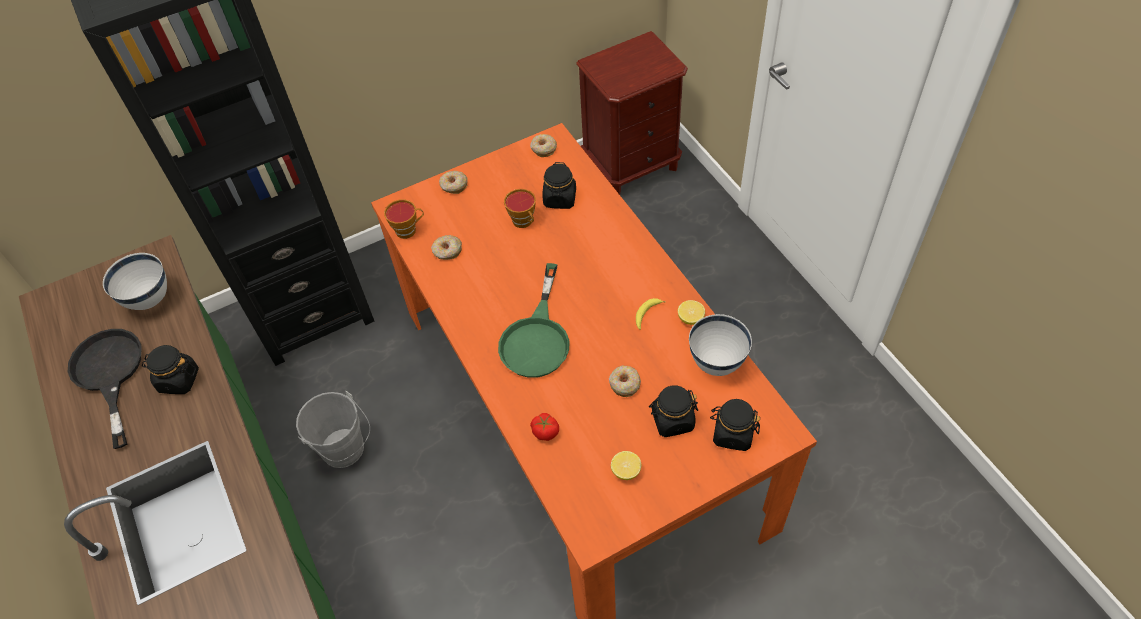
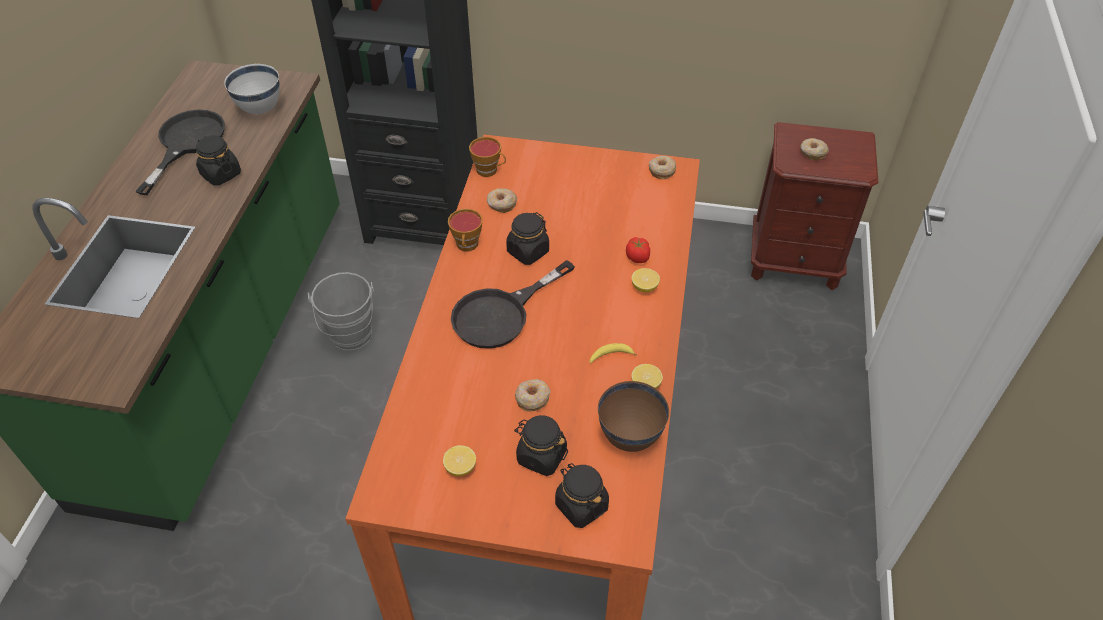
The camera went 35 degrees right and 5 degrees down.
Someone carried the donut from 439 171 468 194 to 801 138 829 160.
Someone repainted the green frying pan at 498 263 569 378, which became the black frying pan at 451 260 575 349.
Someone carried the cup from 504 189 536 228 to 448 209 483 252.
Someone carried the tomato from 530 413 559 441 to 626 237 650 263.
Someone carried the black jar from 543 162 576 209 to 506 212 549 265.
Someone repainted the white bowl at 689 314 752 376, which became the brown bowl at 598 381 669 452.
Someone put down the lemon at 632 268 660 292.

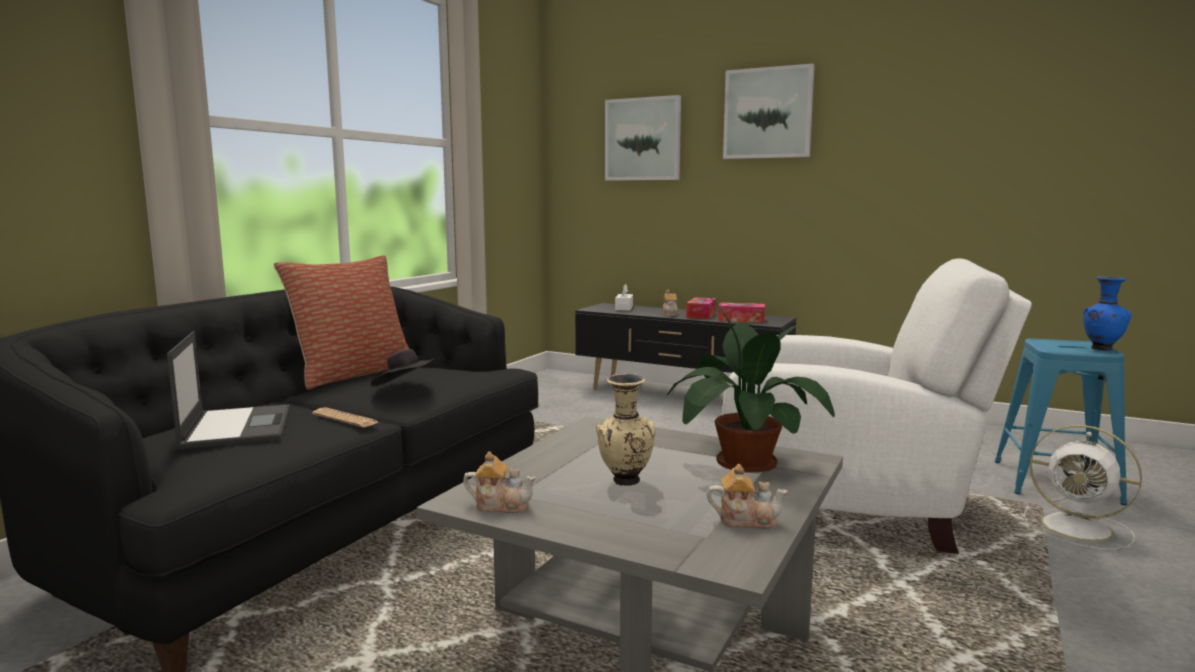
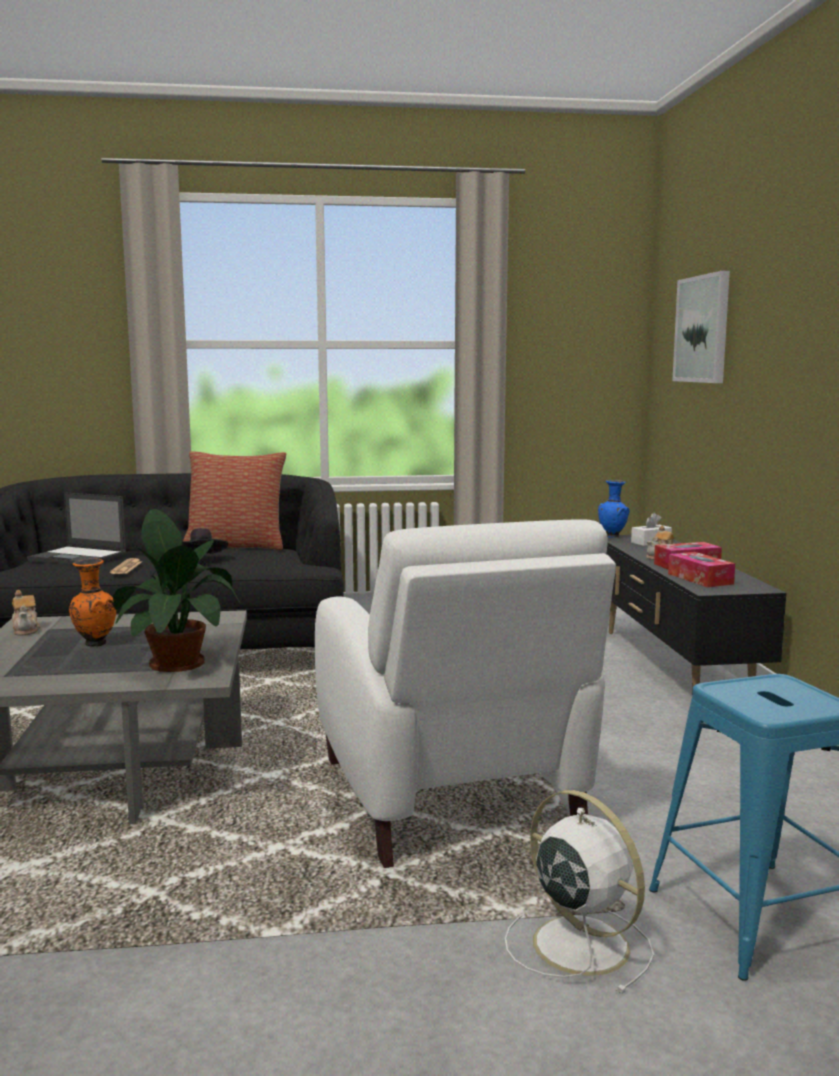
The camera went 55 degrees right and 0 degrees up.
Someone rotated the laptop at 167 331 290 450 by 75 degrees clockwise.
Someone repainted the beige vase at 596 374 655 486, which became the orange vase at 69 559 116 647.
Someone took away the teapot at 707 464 788 529.
Someone took away the picture at 723 63 815 159.
Someone rotated the white fan at 1024 425 1142 550 by 135 degrees clockwise.
Someone carried the blue vase from 1083 276 1132 351 to 598 480 630 538.

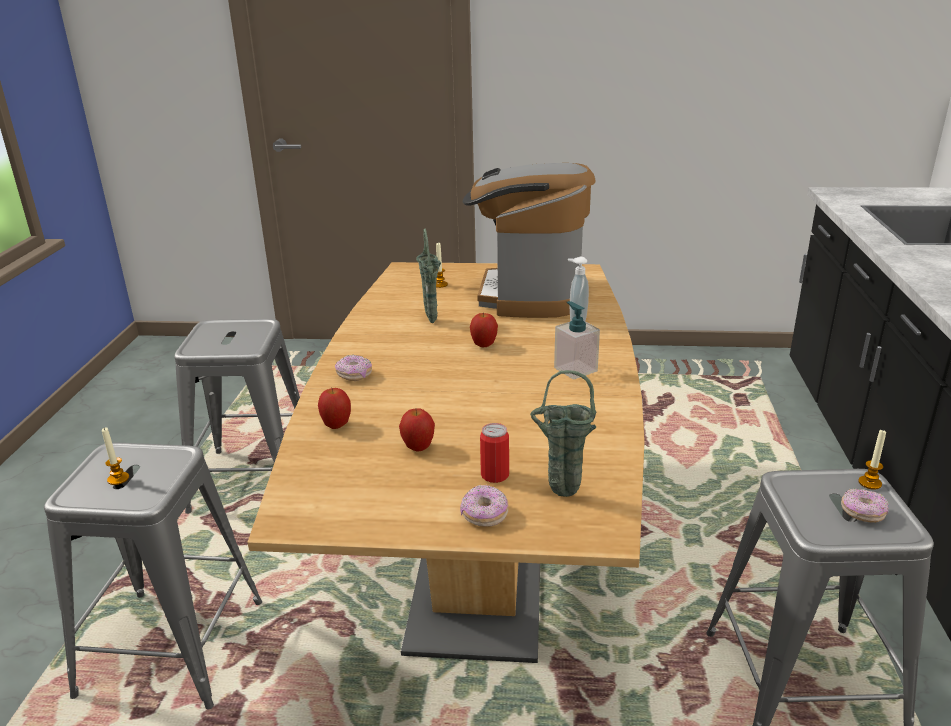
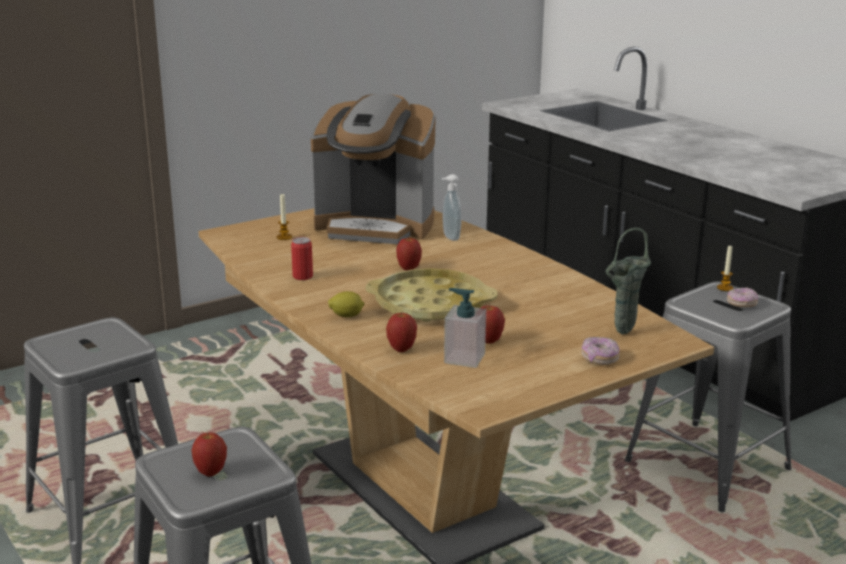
The camera went 40 degrees left and 5 degrees down.
Someone swapped the candle at 102 427 129 485 for the apple at 191 432 227 477.
Someone swapped the donut at 335 355 372 381 for the lemon at 328 291 364 318.
Someone took away the green vase at 416 229 441 323.
Someone rotated the coffee machine at 463 163 596 318 by 45 degrees counterclockwise.
Someone carried the can from 480 423 509 483 to 291 237 313 280.
Someone carried the soap dispenser from 554 301 600 380 to 444 288 486 368.
Someone put down the yellow tray at 366 268 498 322.

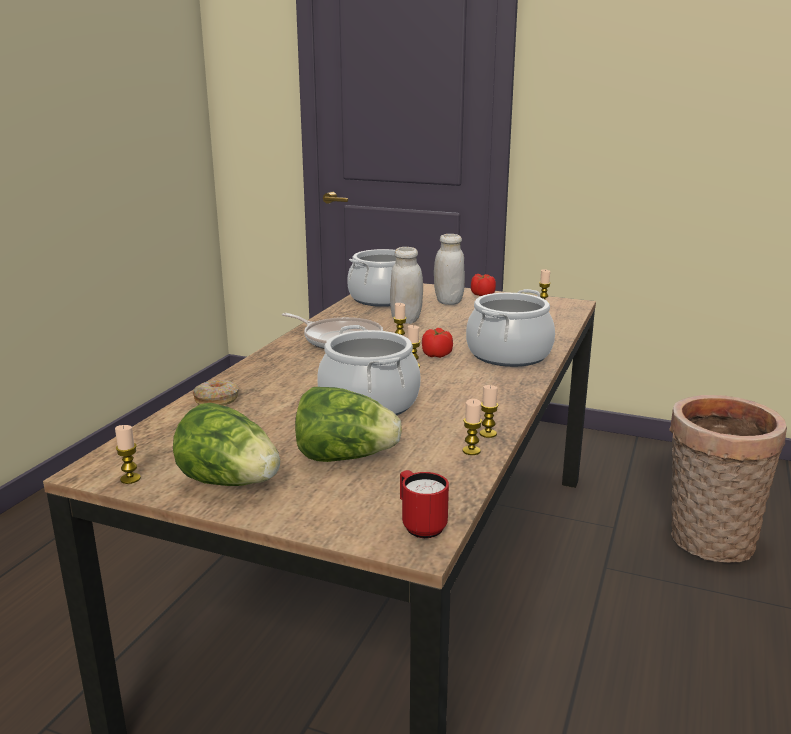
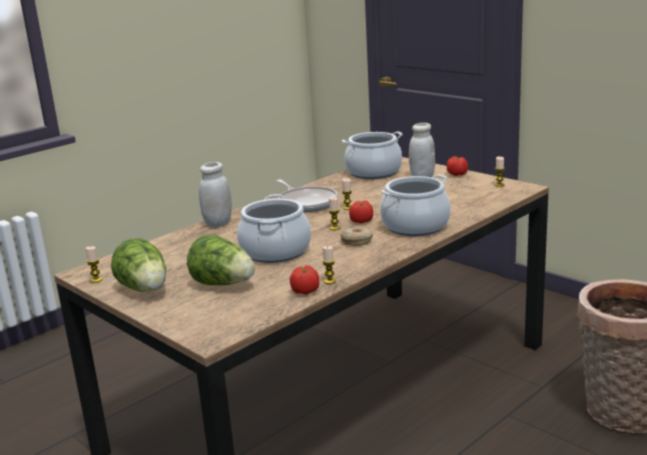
The camera went 25 degrees right and 0 degrees up.
Someone carried the donut from 193 380 239 406 to 340 227 373 246.
Someone carried the white jar from 390 247 423 324 to 199 162 232 228.
Someone took away the red mug at 400 470 449 538.
Someone swapped the candle at 462 399 482 455 for the tomato at 290 265 319 295.

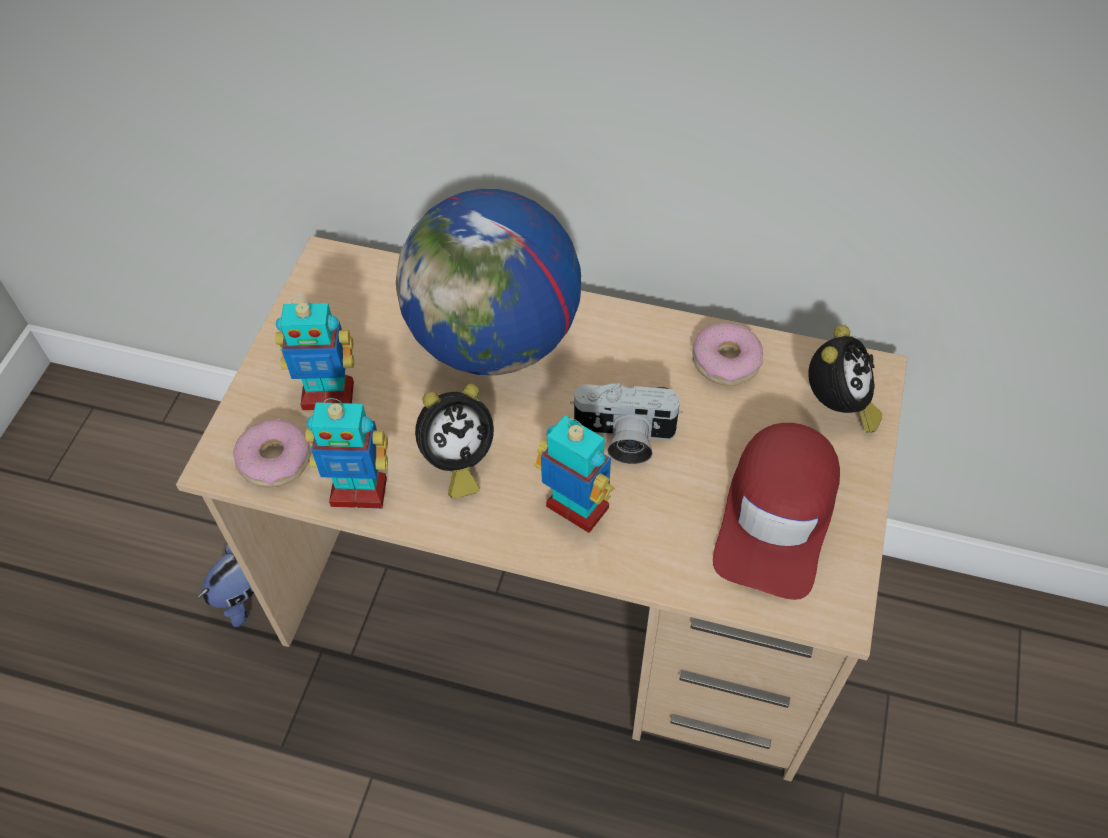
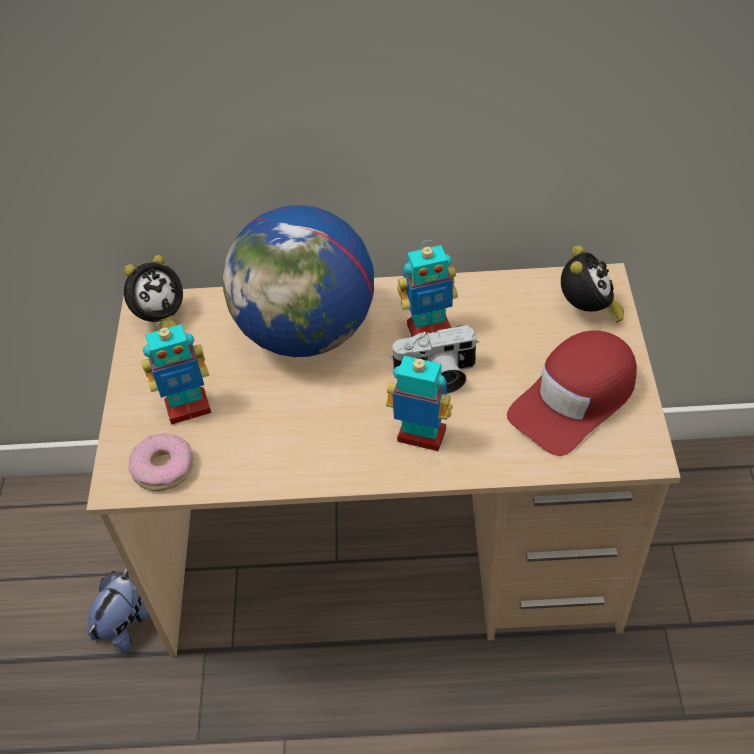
The camera went 15 degrees left and 5 degrees down.
Someone carried the toy robot from 305 398 388 508 to 397 240 458 337.
Someone carried the alarm clock from 415 384 494 499 to 124 255 183 329.
Someone took away the donut at 692 322 763 386.
Someone rotated the red cap at 713 423 840 600 by 45 degrees clockwise.

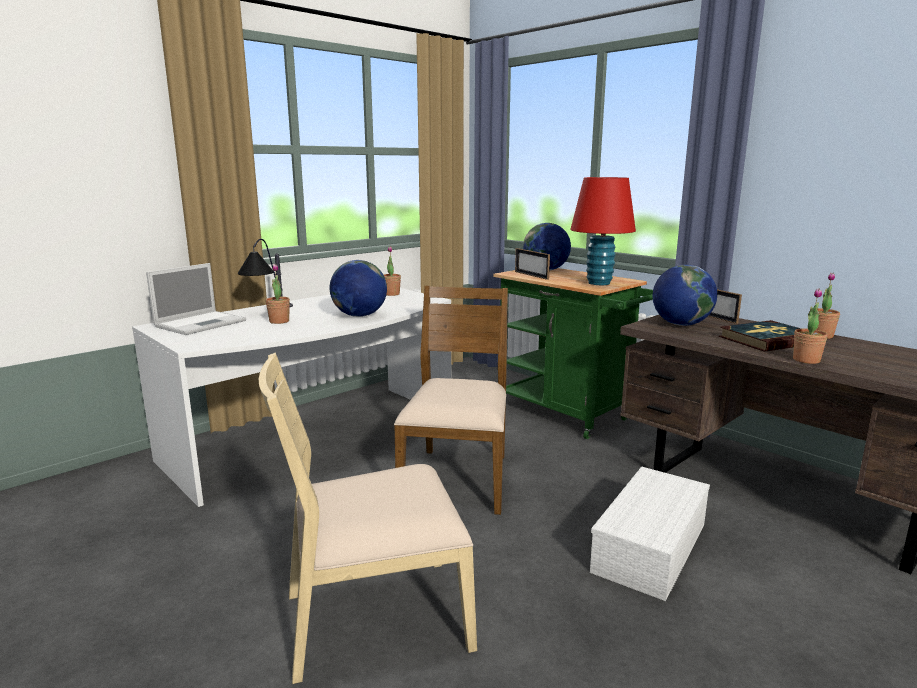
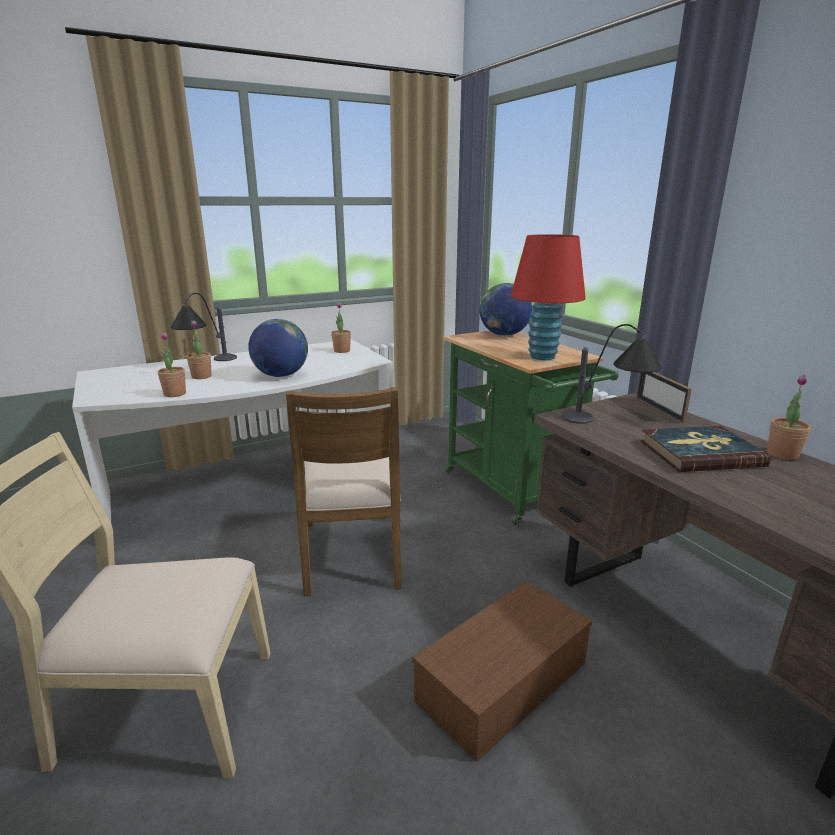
The camera went 15 degrees right and 5 degrees up.
Someone took away the laptop at 146 263 246 335.
Someone rotated the brown chair at 394 286 508 515 by 150 degrees clockwise.
Someone took away the picture frame at 515 248 550 280.
Someone repainted the white storage box at 590 466 710 601, which became the brown storage box at 412 581 592 762.
Someone swapped the globe at 653 265 717 326 for the table lamp at 562 324 662 424.
Someone carried the potted plant from 793 288 828 364 to 158 333 186 397.

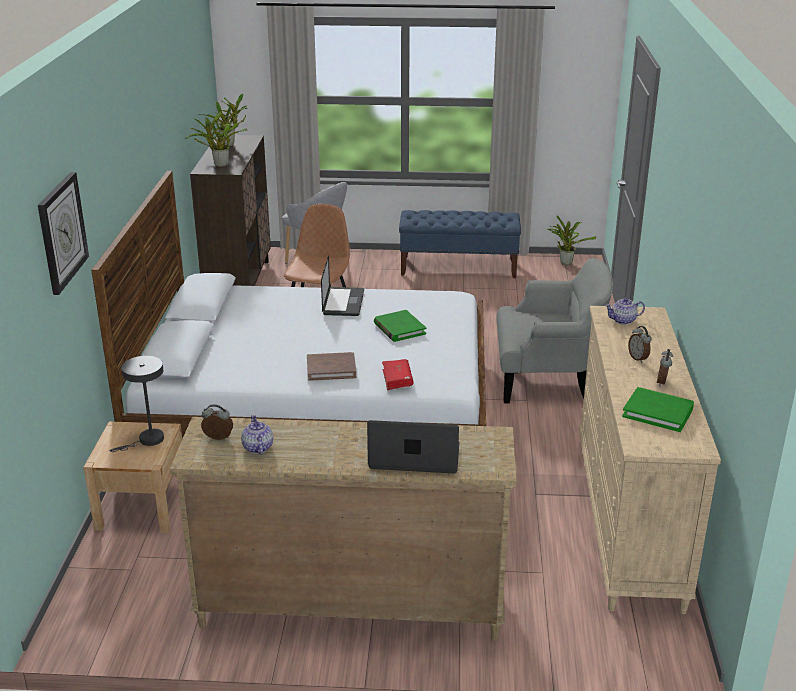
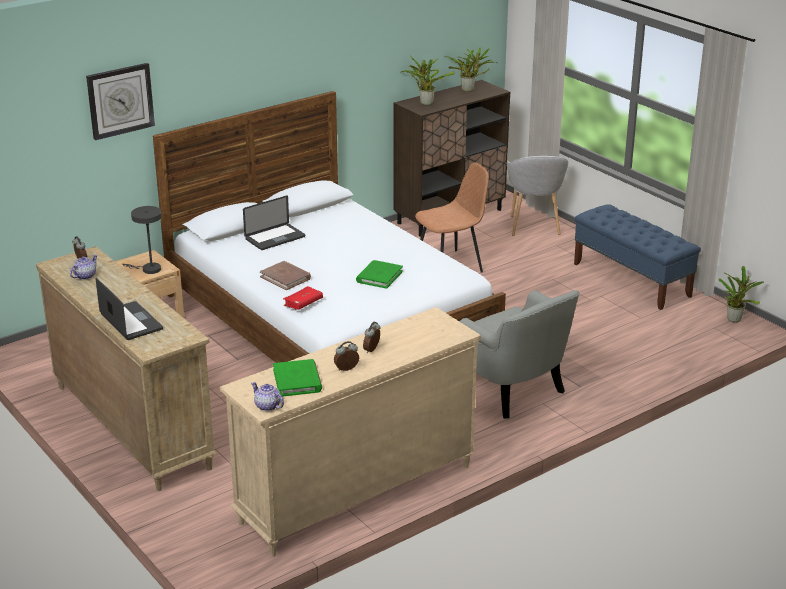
The camera went 50 degrees right and 0 degrees up.
Someone carried the laptop from 321 256 364 316 to 243 196 305 250.
Someone carried the teapot from 605 298 645 325 to 251 382 284 411.

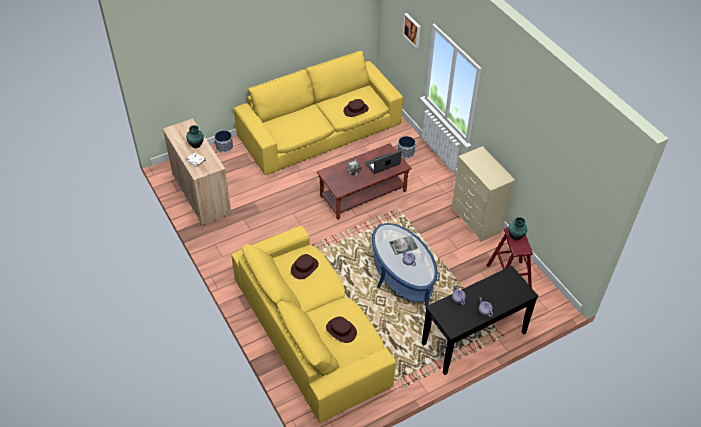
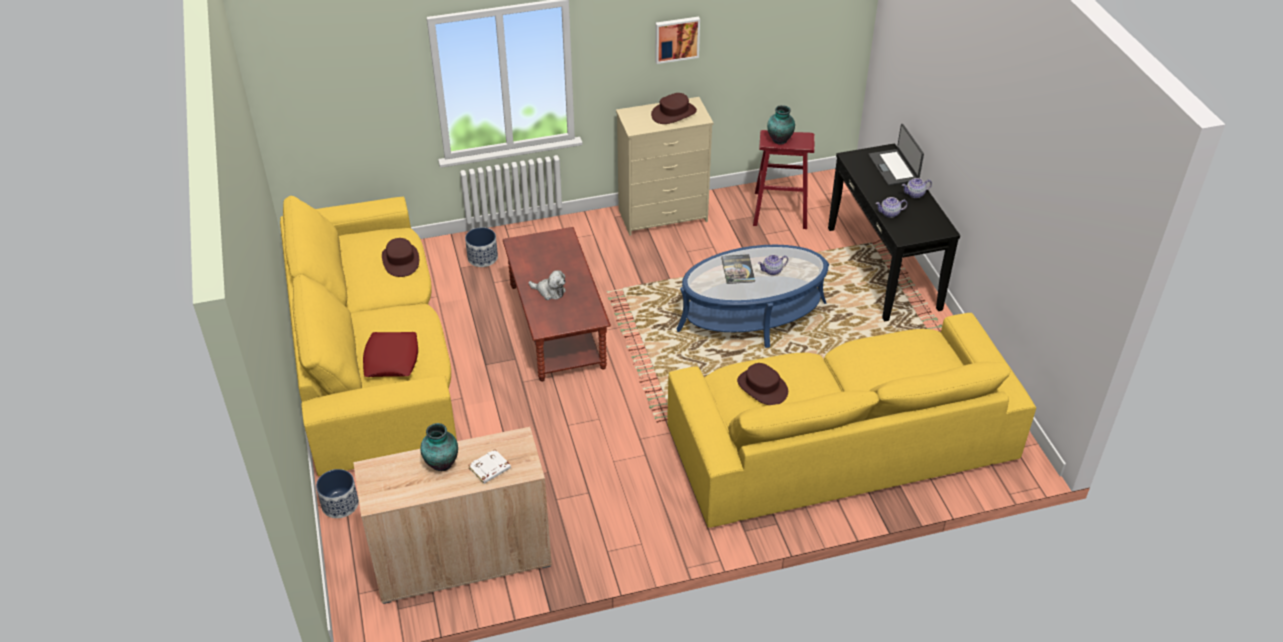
The camera went 75 degrees left and 5 degrees down.
Someone carried the brown hat from 326 316 357 343 to 651 93 697 124.
Someone carried the laptop from 365 151 402 174 to 868 124 924 186.
Someone carried the picture from 403 13 421 48 to 655 17 700 64.
Someone put down the red pillow at 363 332 418 377.

